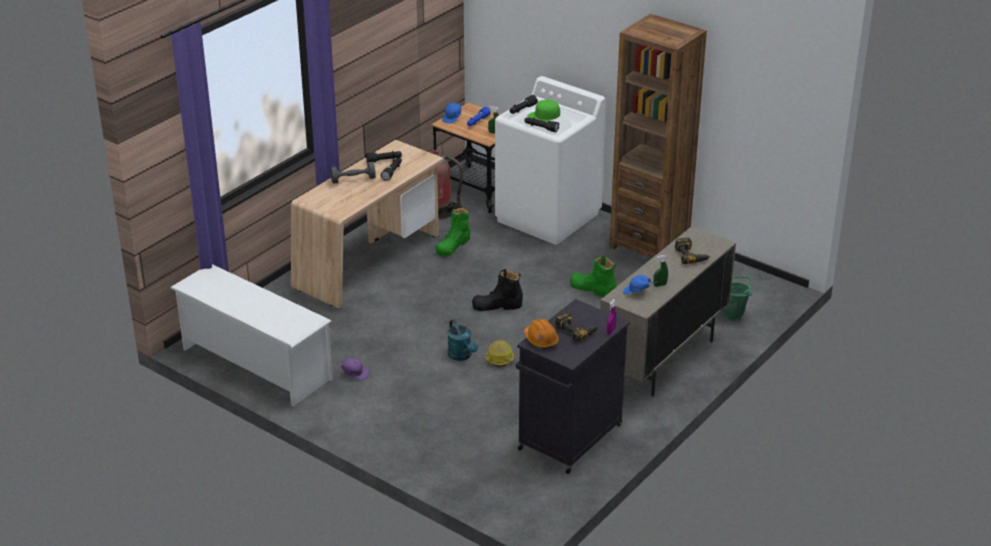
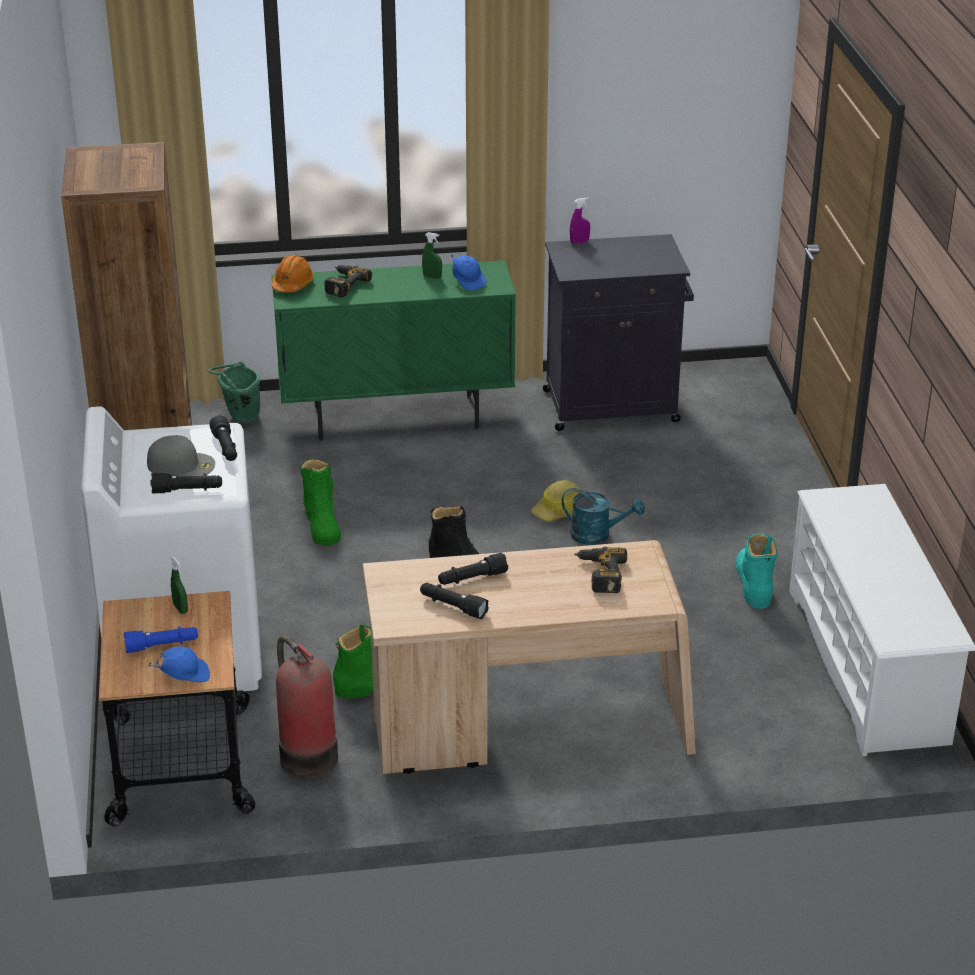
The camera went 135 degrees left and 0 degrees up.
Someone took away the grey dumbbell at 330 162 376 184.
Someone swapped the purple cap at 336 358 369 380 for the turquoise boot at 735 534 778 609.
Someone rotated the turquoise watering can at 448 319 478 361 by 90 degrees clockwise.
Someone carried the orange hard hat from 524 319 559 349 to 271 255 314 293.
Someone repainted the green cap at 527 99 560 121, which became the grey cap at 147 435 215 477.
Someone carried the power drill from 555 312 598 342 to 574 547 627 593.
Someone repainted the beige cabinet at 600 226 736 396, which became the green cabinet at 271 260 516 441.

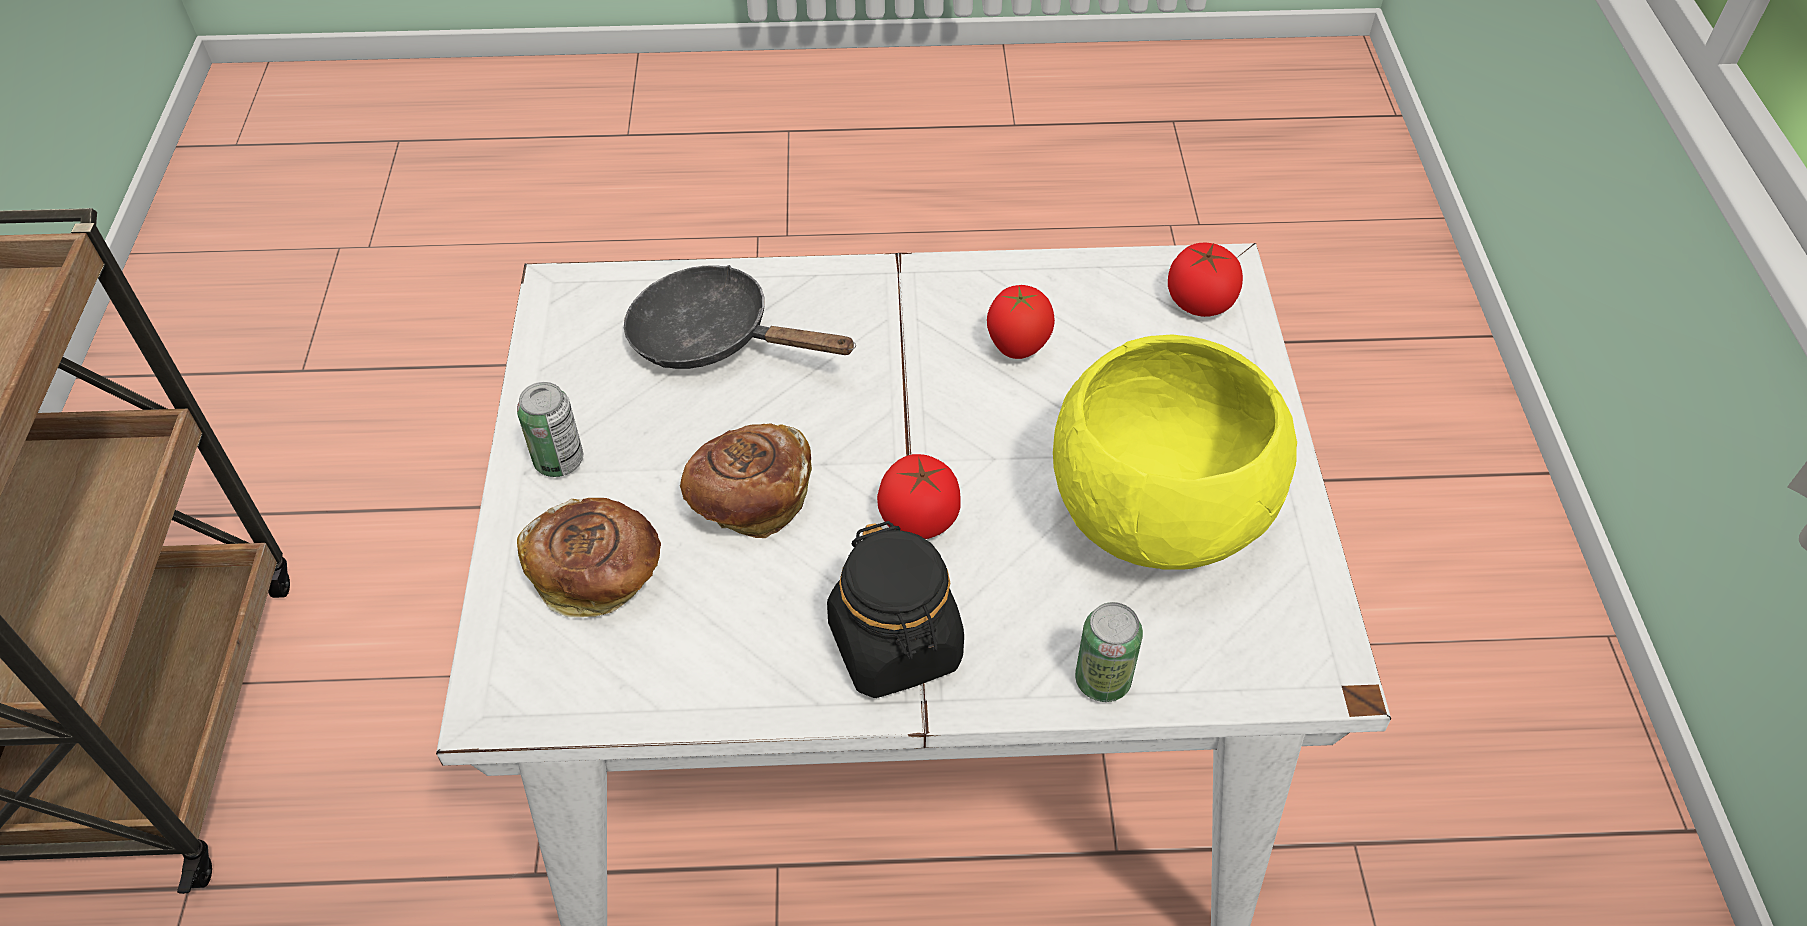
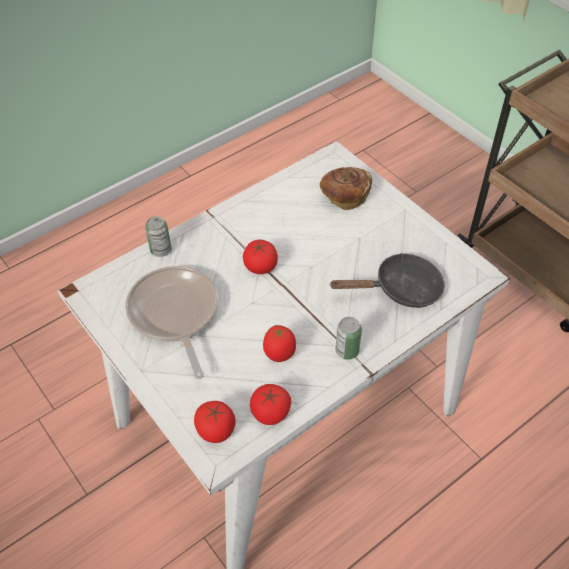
The camera went 145 degrees right and 0 degrees up.
Someone carried the can from 517 382 583 477 to 336 317 362 360.
Someone took away the bread at 680 423 812 538.
Someone took away the black jar at 827 521 964 698.
Someone swapped the yellow bowl at 1053 335 1297 570 for the frying pan at 125 266 218 379.
Someone put down the tomato at 250 384 291 425.

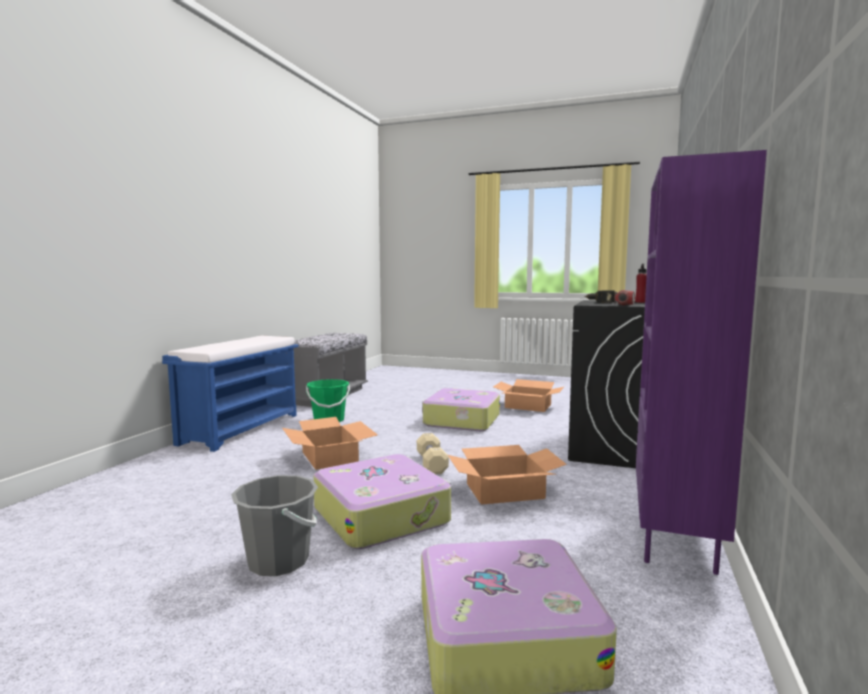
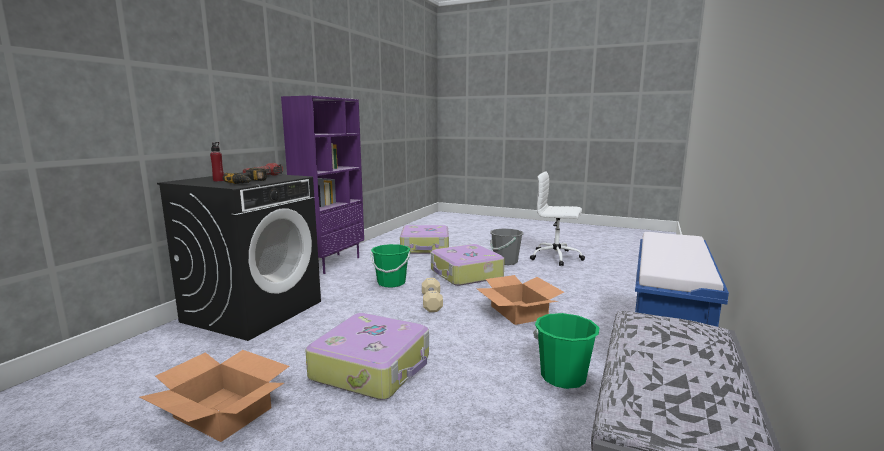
The camera went 175 degrees left and 5 degrees up.
Someone swapped the cardboard box at 448 445 567 505 for the green bucket at 370 244 410 288.
Someone put down the white office chair at 530 171 585 266.

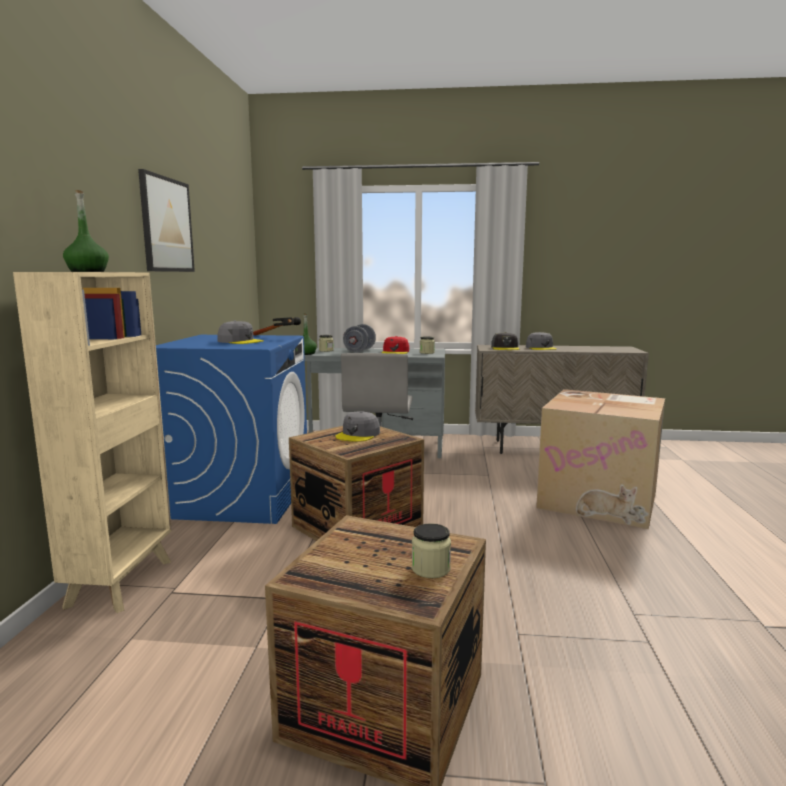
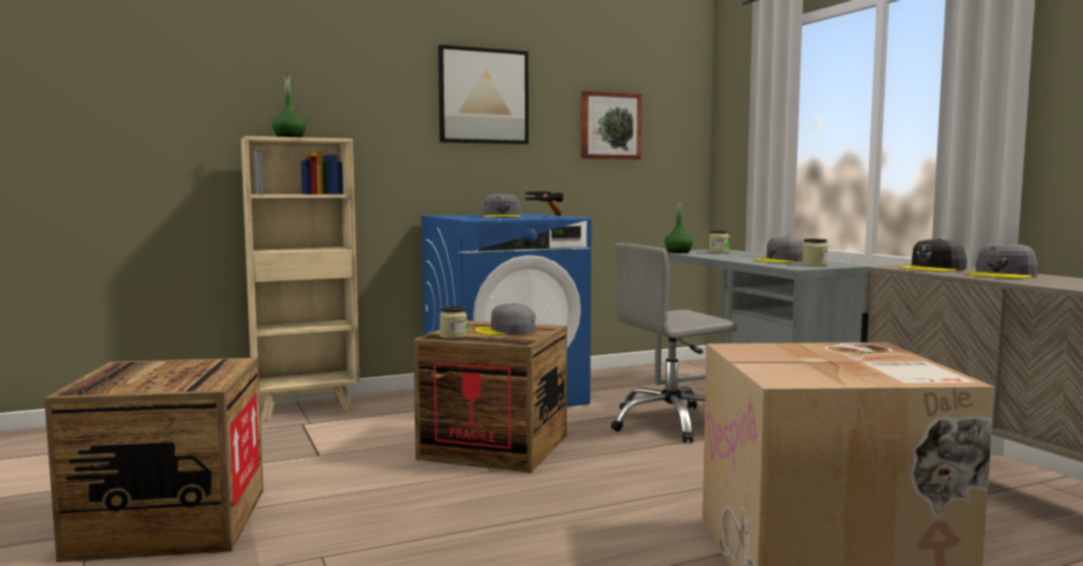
The camera went 60 degrees right and 5 degrees down.
Someone took away the grey dumbbell at 343 324 376 353.
Someone repainted the red cap at 381 336 409 354, which became the grey cap at 754 236 805 263.
Someone carried the jar from 412 523 451 578 to 439 306 467 339.
Someone put up the picture at 581 91 642 159.

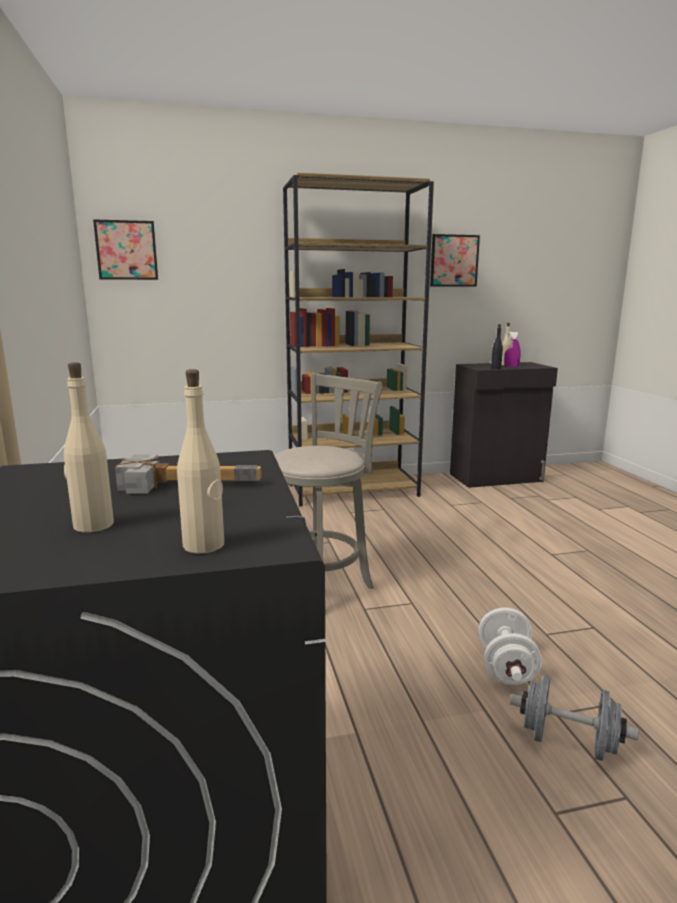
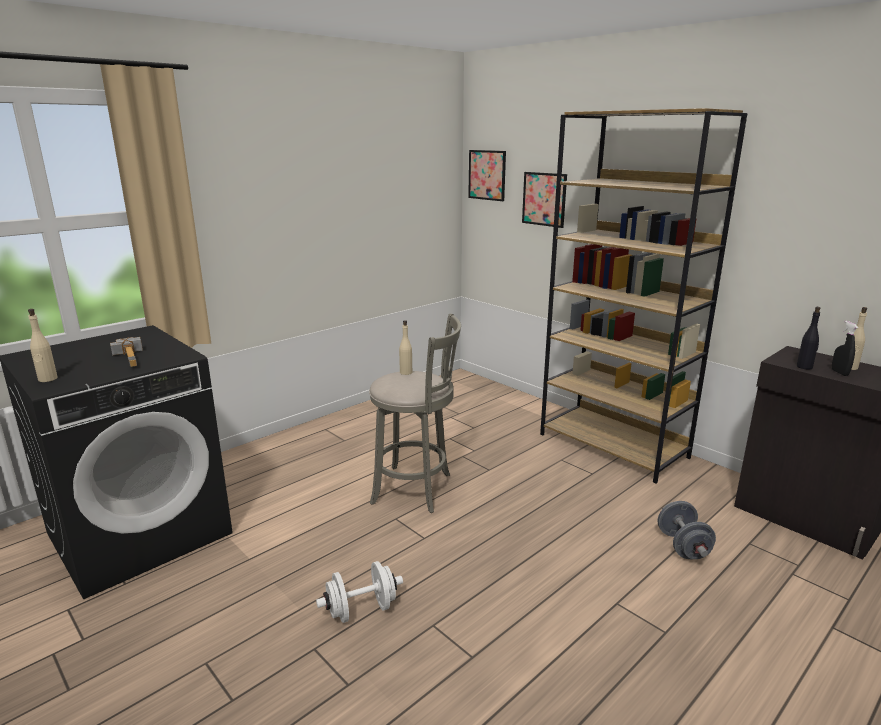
The camera went 60 degrees right and 5 degrees up.
Someone carried the beige bottle from 64 362 114 533 to 399 320 412 375.
Someone carried the picture from 430 234 480 287 to 522 172 567 228.
Someone repainted the purple spray bottle at 504 331 521 367, which became the black spray bottle at 832 321 858 376.
Someone carried the grey dumbbell from 510 675 639 761 to 657 501 716 559.

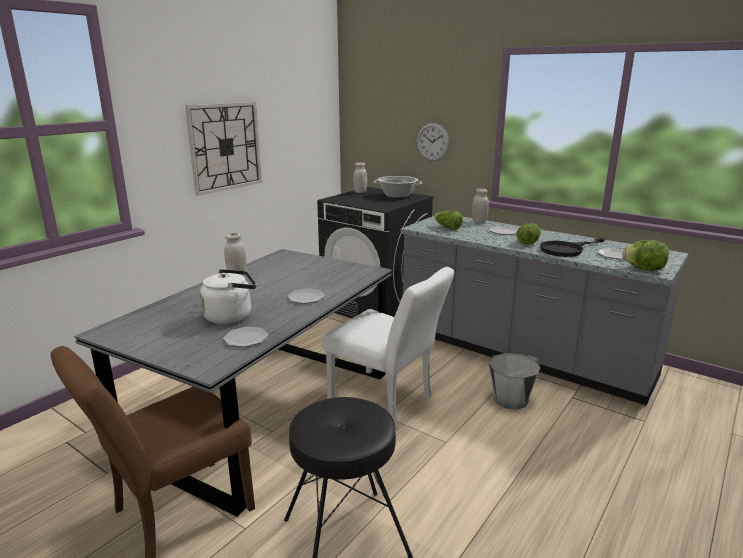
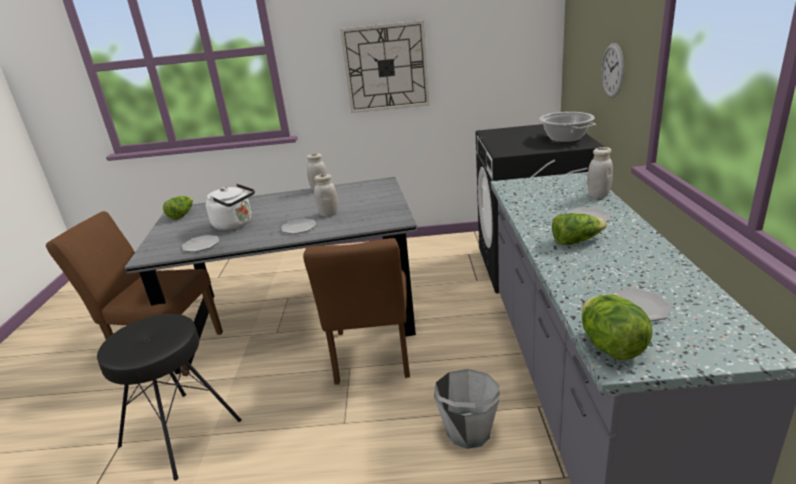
The camera went 55 degrees right and 5 degrees up.
Someone repainted the white chair at 323 267 454 429, which became the brown chair at 303 238 410 385.
Someone carried the white jar from 353 162 367 193 to 314 174 338 217.
Someone carried the lettuce from 434 211 463 230 to 163 196 193 220.
Someone took away the black frying pan at 540 238 605 257.

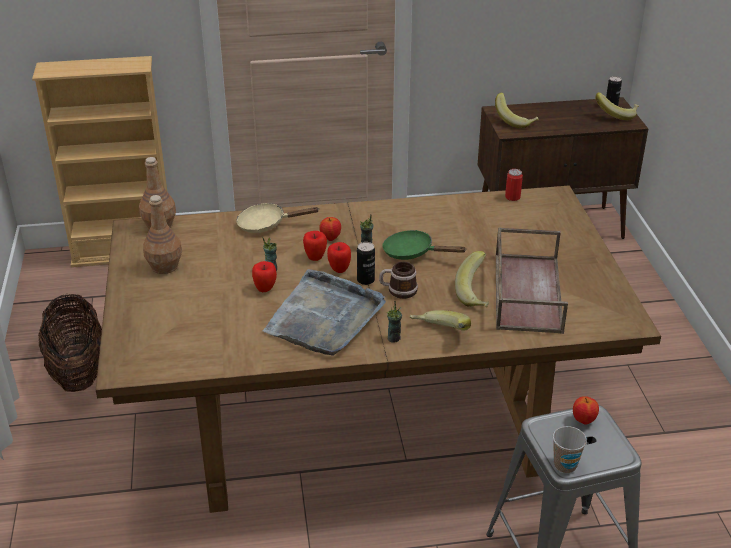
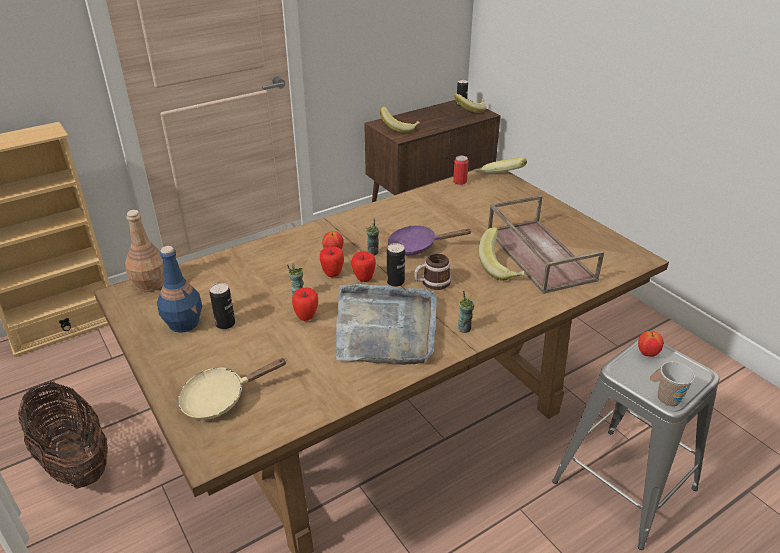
The camera went 25 degrees left and 0 degrees up.
Someone repainted the brown bottle at 143 195 182 274, which became the blue bottle at 157 246 202 333.
Someone carried the beige frying pan from 236 203 320 233 to 178 358 286 420.
Someone repainted the green frying pan at 382 230 467 260, which became the purple frying pan at 388 225 471 255.
Someone carried the banana from 410 310 471 331 to 475 157 527 173.
Someone put down the can at 210 283 235 329.

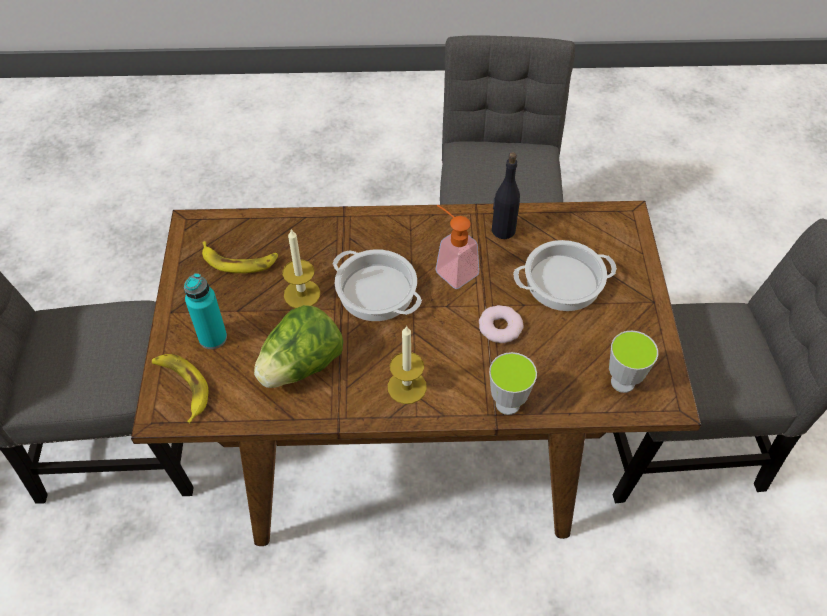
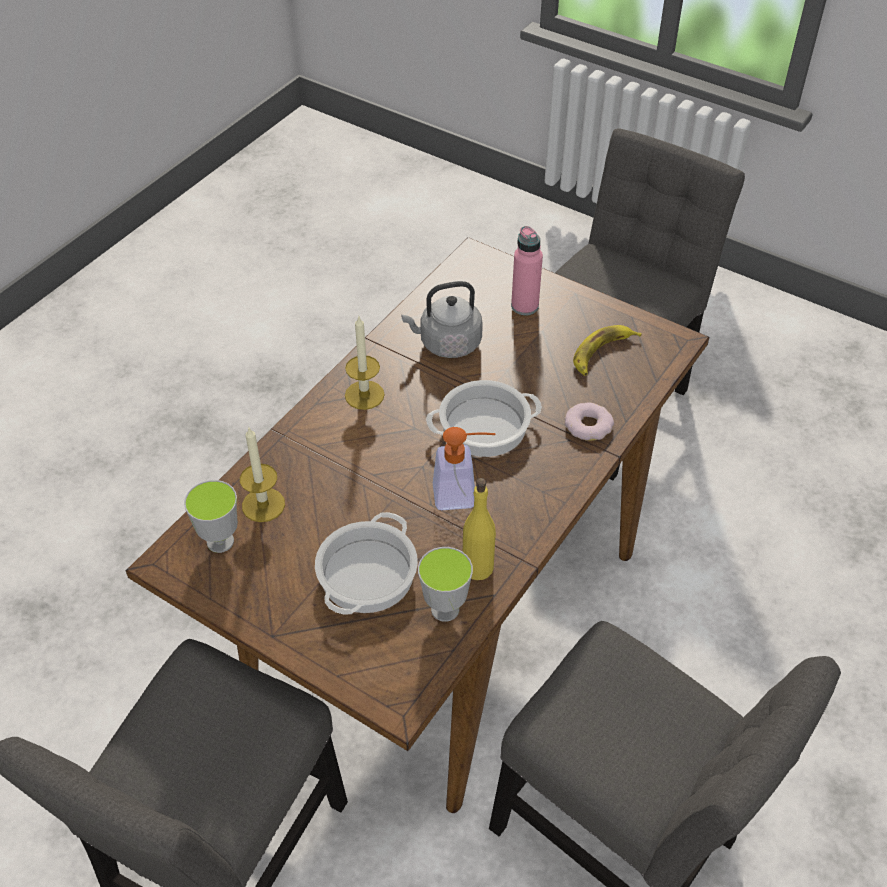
The camera went 125 degrees right and 5 degrees down.
Someone took away the banana at 152 354 208 423.
Someone repainted the turquoise bottle at 184 273 227 349, which became the pink bottle at 511 226 543 315.
Someone swapped the lettuce at 254 305 343 388 for the grey kettle at 401 281 483 358.
Someone carried the candle from 282 228 320 308 to 240 428 285 522.
Someone carried the donut from 479 305 524 343 to 565 402 614 441.
Someone carried the cup from 489 352 537 415 to 418 547 473 622.
Someone repainted the black bottle at 492 152 520 239, which became the yellow bottle at 463 478 496 580.

